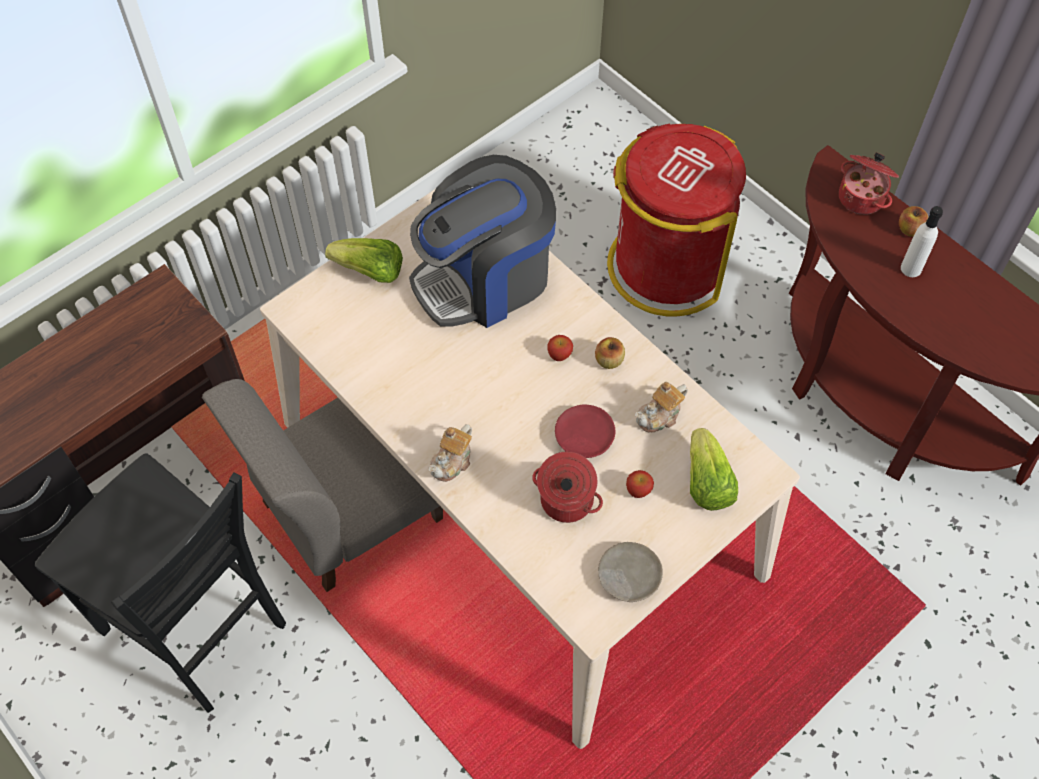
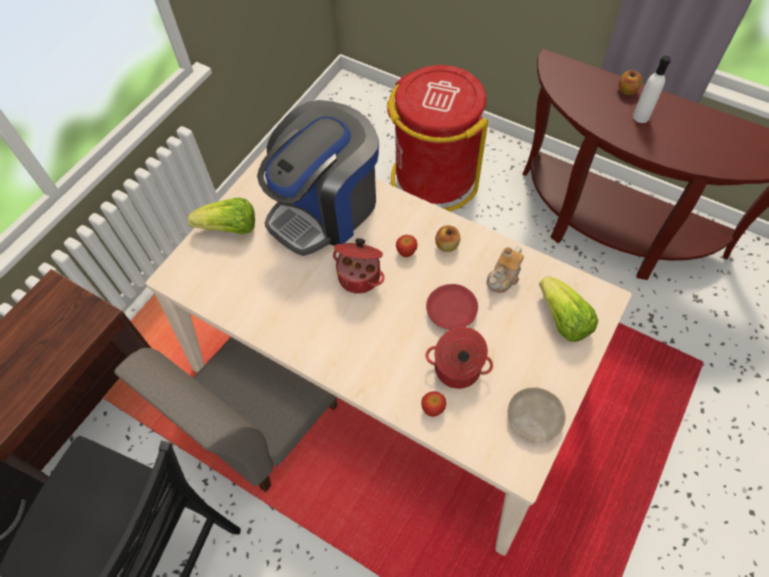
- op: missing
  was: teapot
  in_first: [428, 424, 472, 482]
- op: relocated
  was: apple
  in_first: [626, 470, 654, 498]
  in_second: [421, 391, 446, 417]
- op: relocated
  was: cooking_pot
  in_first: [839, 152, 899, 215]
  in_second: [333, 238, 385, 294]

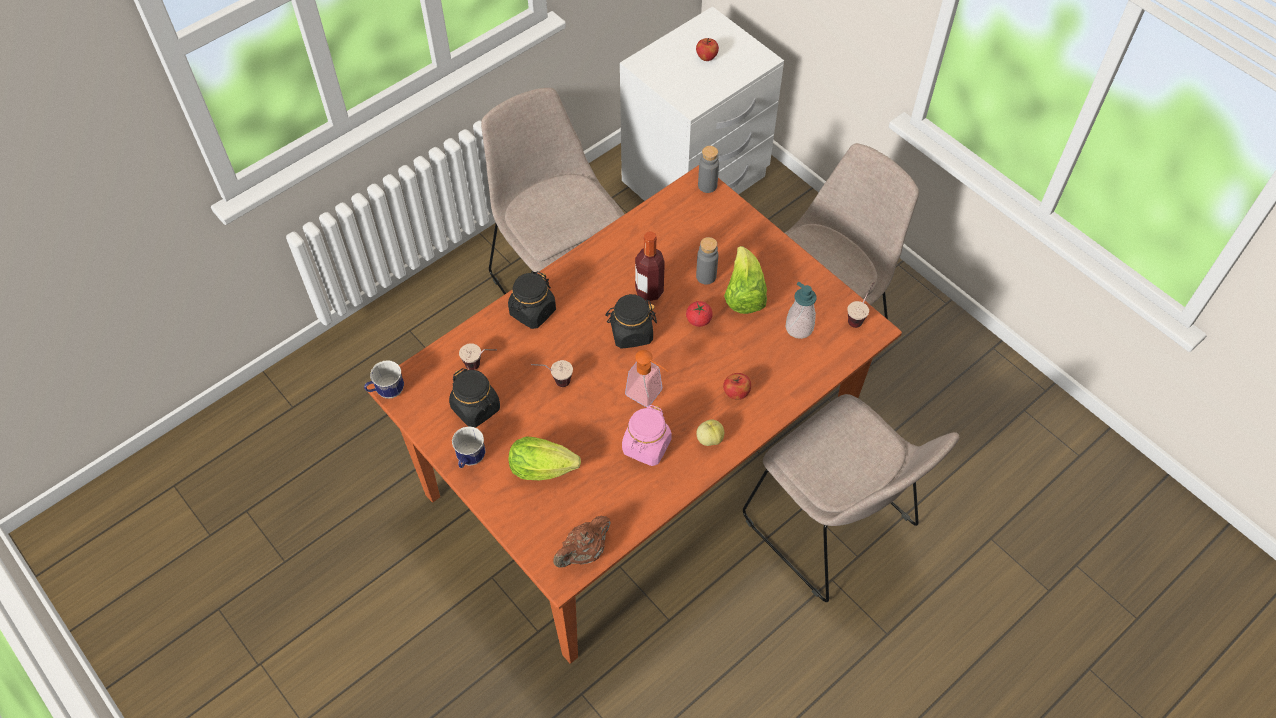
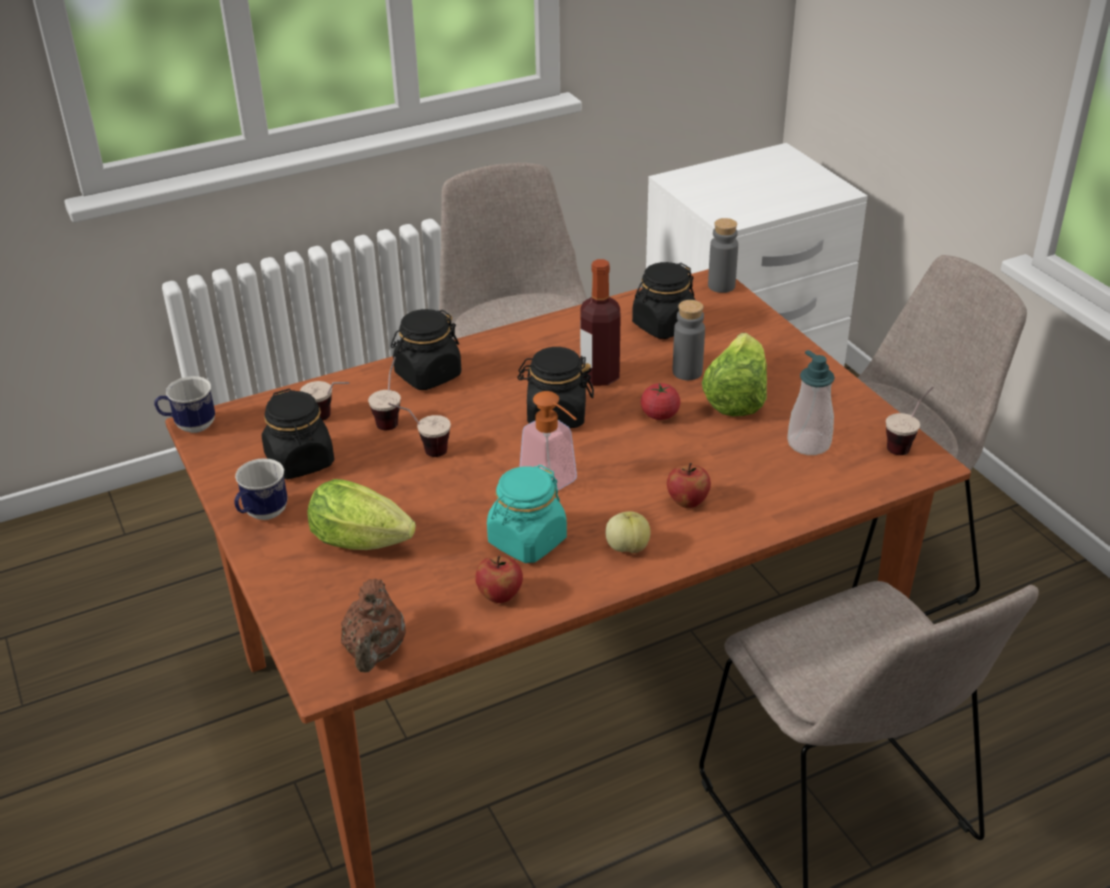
- op: spun
  was: brown_teapot
  in_first: [553, 515, 611, 568]
  in_second: [341, 578, 406, 672]
  clockwise: -60
- op: colour
  was: pink_jar
  now: turquoise_jar
  in_first: [622, 405, 672, 466]
  in_second: [487, 465, 567, 563]
- op: relocated
  was: apple
  in_first: [696, 38, 719, 61]
  in_second: [475, 556, 523, 603]
- op: appeared
  now: cup
  in_second: [368, 357, 401, 430]
- op: appeared
  now: black_jar
  in_second: [632, 262, 695, 339]

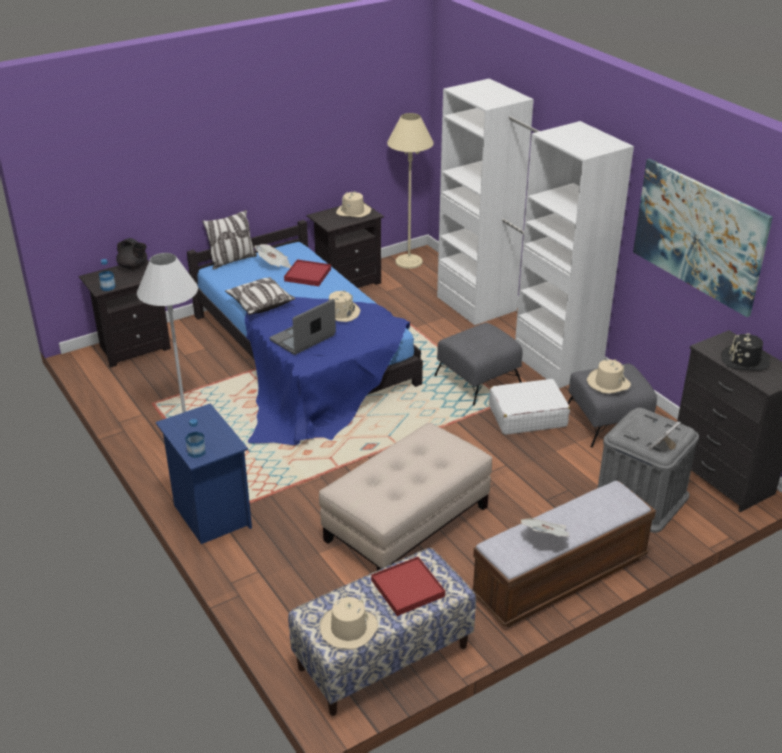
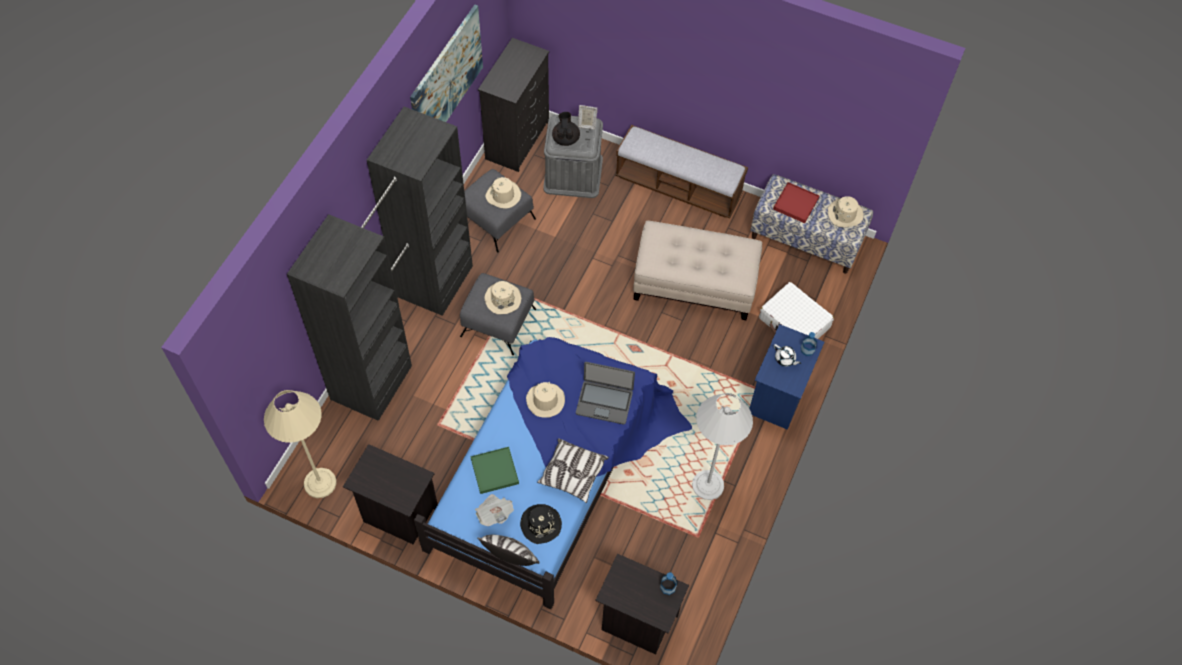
- op: relocated
  was: black_teapot
  in_first: [116, 238, 147, 270]
  in_second: [552, 112, 580, 146]
- op: colour
  was: red_tray
  now: green_tray
  in_first: [284, 260, 331, 286]
  in_second: [471, 447, 519, 494]
- op: relocated
  was: beige_hat
  in_first: [336, 191, 371, 218]
  in_second: [484, 281, 521, 314]
- op: colour
  was: white_wardrobe
  now: black_wardrobe
  in_first: [437, 78, 634, 388]
  in_second: [287, 107, 473, 421]
- op: relocated
  was: white_suitcase
  in_first: [489, 379, 570, 435]
  in_second: [759, 282, 834, 339]
- op: missing
  was: newspaper
  in_first: [521, 518, 569, 537]
- op: relocated
  was: black_hat
  in_first: [721, 333, 771, 371]
  in_second: [520, 504, 562, 544]
- op: appeared
  now: white_teapot
  in_second: [774, 344, 801, 366]

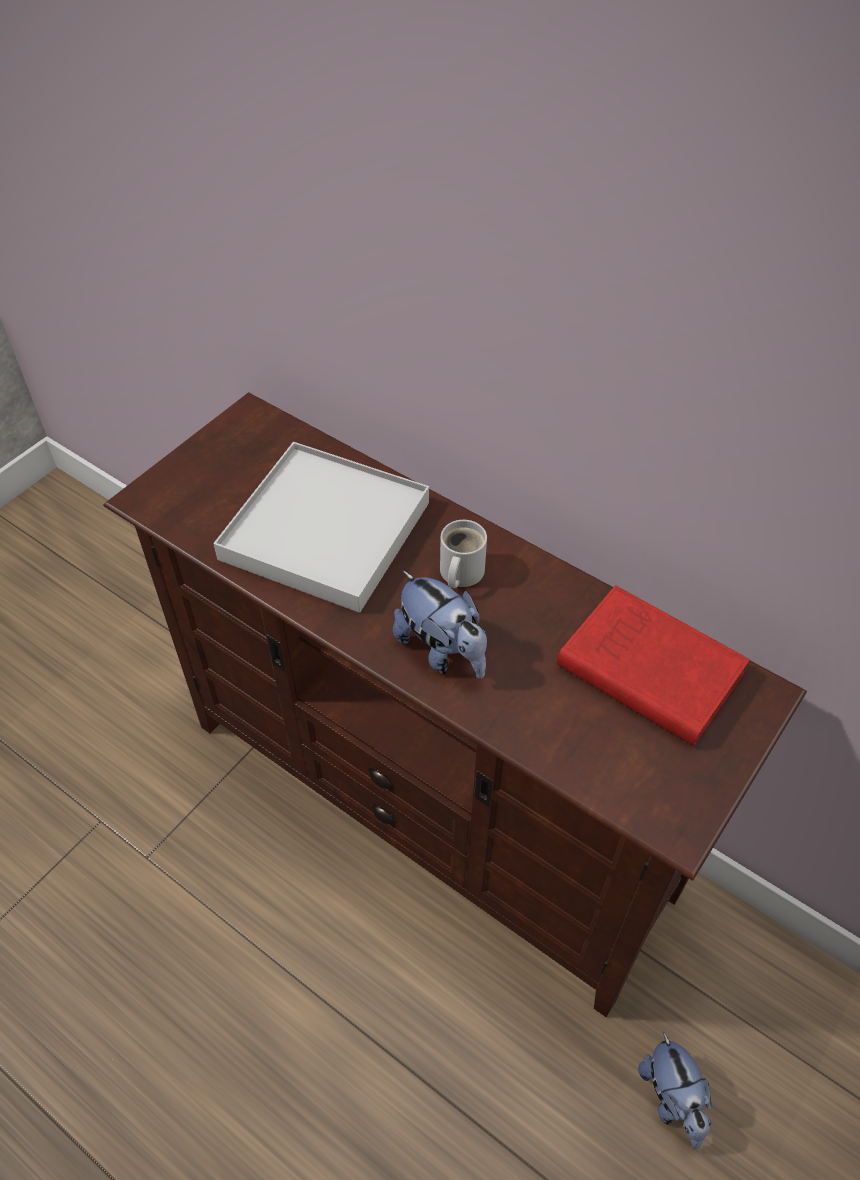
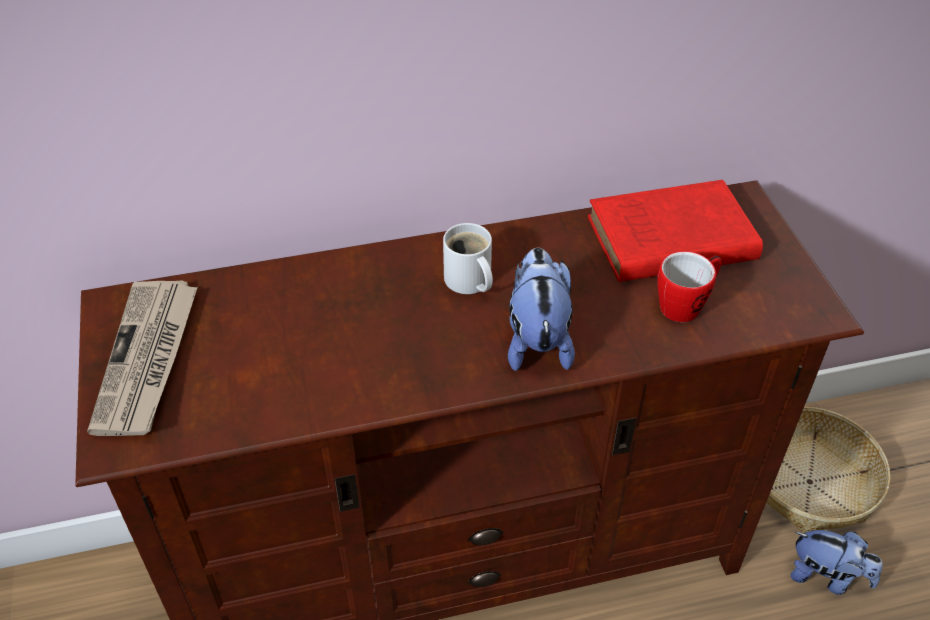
- op: missing
  was: white_tray
  in_first: [213, 442, 429, 613]
- op: spun
  was: plush_toy
  in_first: [393, 570, 487, 679]
  in_second: [508, 248, 575, 371]
  clockwise: -90
- op: appeared
  now: newspaper
  in_second: [87, 280, 198, 436]
- op: appeared
  now: mug
  in_second: [657, 251, 722, 322]
- op: appeared
  now: basket
  in_second: [766, 407, 890, 533]

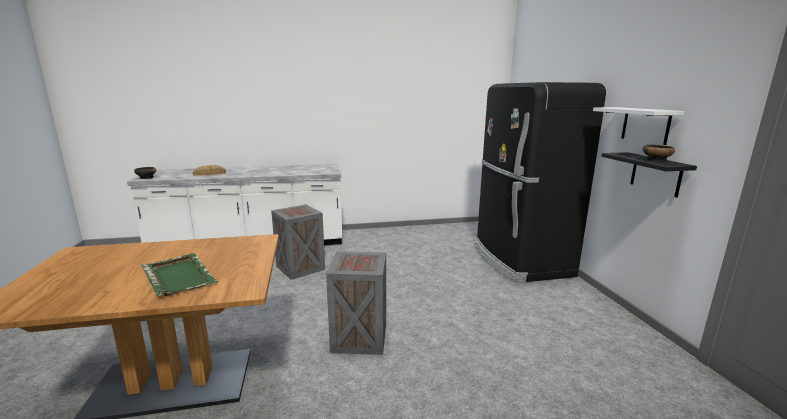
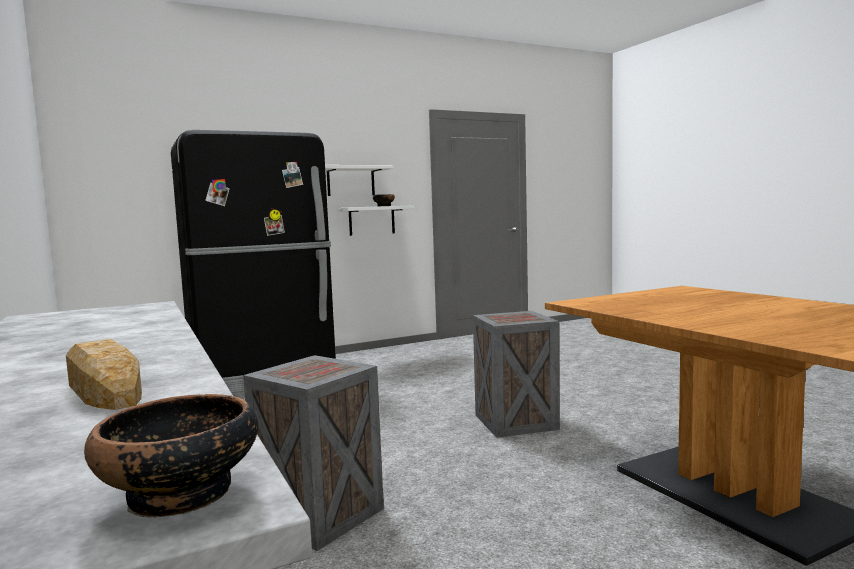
- op: missing
  was: green_tray
  in_first: [142, 253, 218, 296]
- op: colour
  was: black_shelf
  now: white_shelf
  in_first: [601, 152, 697, 198]
  in_second: [339, 205, 414, 236]

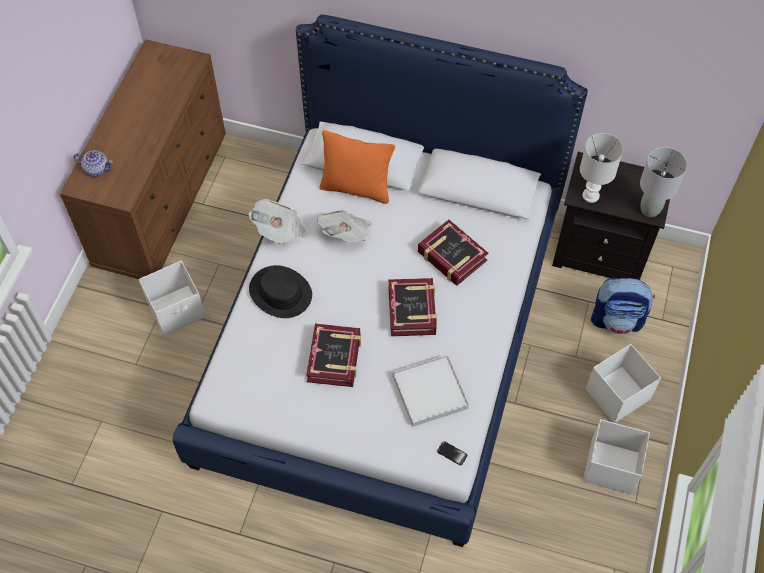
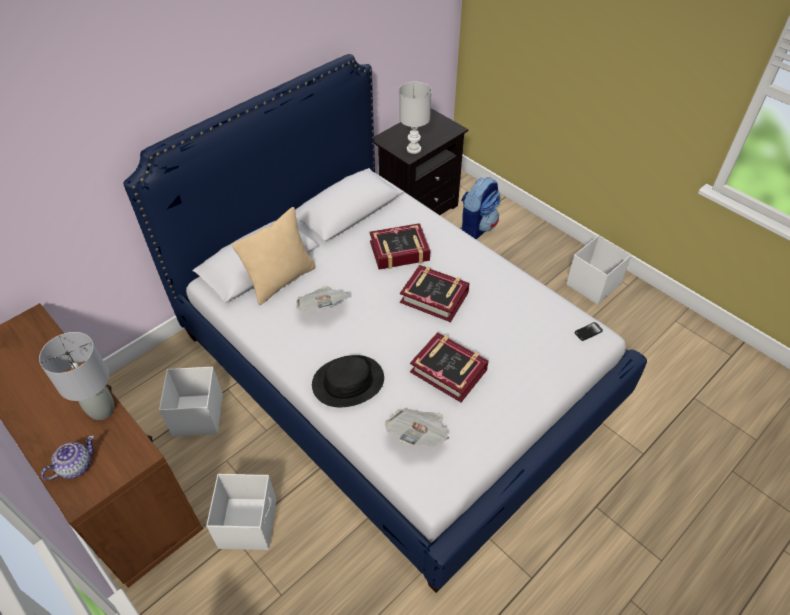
- op: relocated
  was: newspaper
  in_first: [249, 199, 307, 244]
  in_second: [385, 408, 449, 447]
- op: colour
  was: orange_pillow
  now: beige_pillow
  in_first: [319, 130, 395, 204]
  in_second: [232, 207, 316, 305]
- op: missing
  was: white_tray
  in_first: [393, 355, 469, 427]
- op: relocated
  was: white_storage_box
  in_first: [586, 344, 661, 423]
  in_second: [159, 367, 223, 437]
- op: relocated
  was: grey_table_lamp
  in_first: [640, 147, 687, 217]
  in_second: [39, 332, 114, 420]

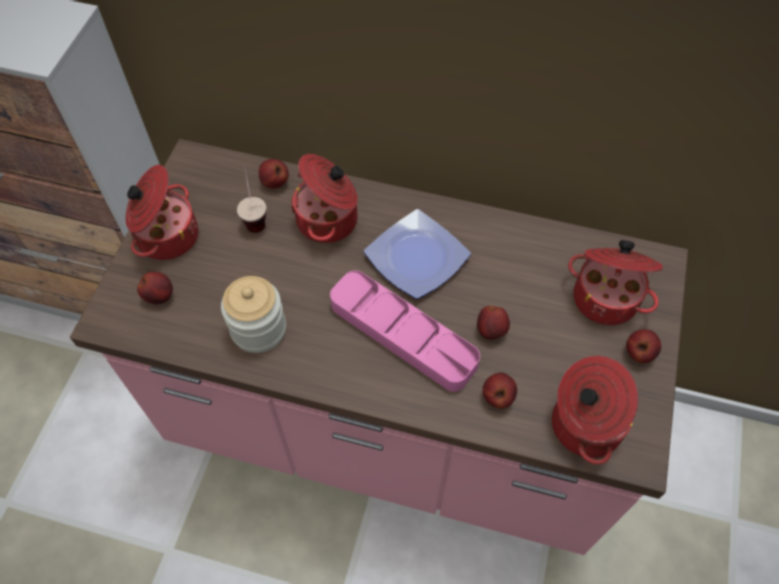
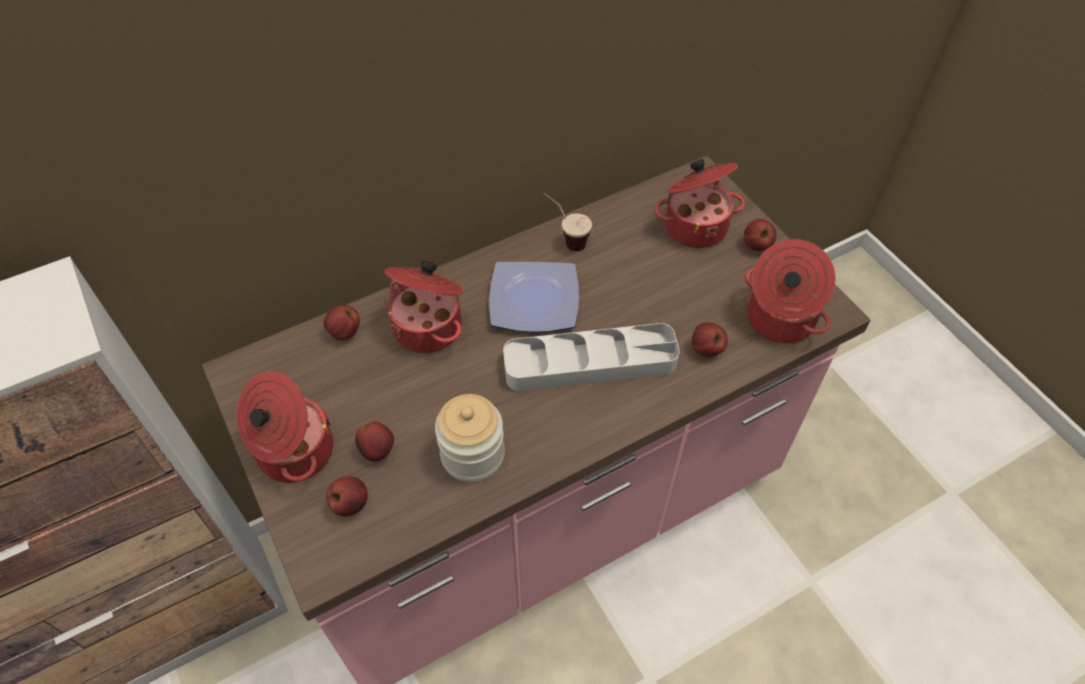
- op: relocated
  was: cup
  in_first: [237, 166, 266, 233]
  in_second: [544, 193, 592, 251]
- op: colour
  was: pink_tray
  now: grey_tray
  in_first: [330, 270, 480, 392]
  in_second: [503, 323, 680, 391]
- op: relocated
  was: apple
  in_first: [477, 306, 510, 340]
  in_second: [355, 422, 394, 461]

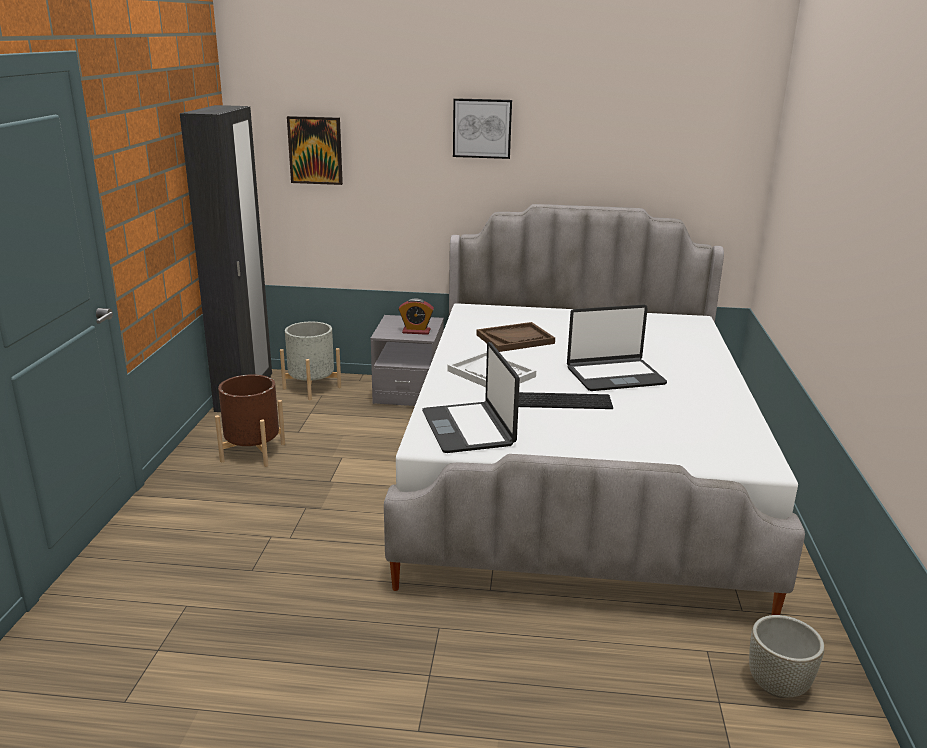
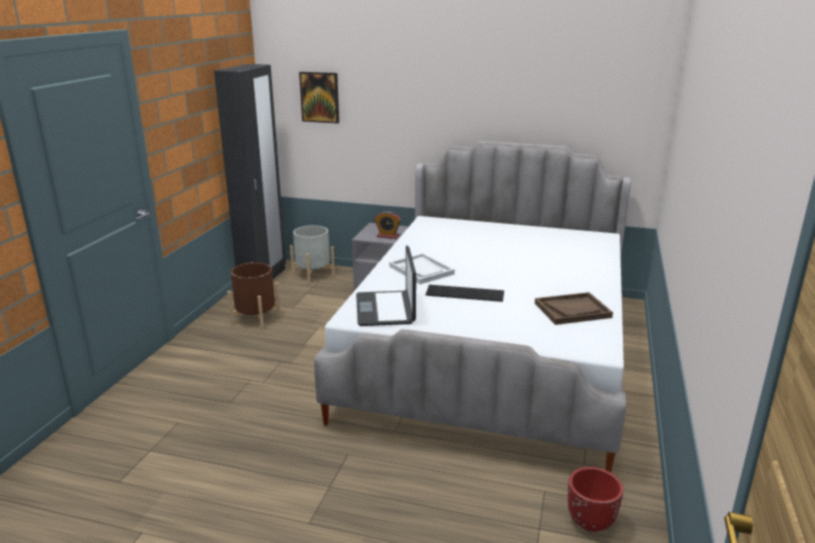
- op: missing
  was: picture
  in_first: [453, 98, 512, 159]
- op: relocated
  was: brown_tray
  in_first: [476, 322, 555, 352]
  in_second: [535, 292, 613, 325]
- op: missing
  was: laptop
  in_first: [567, 304, 667, 391]
- op: colour
  was: grey_planter
  now: red_planter
  in_first: [749, 615, 825, 698]
  in_second: [568, 467, 623, 532]

